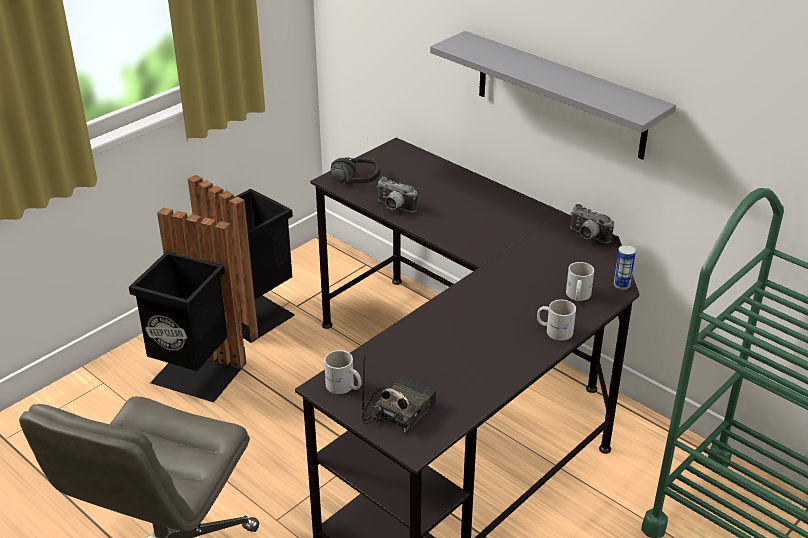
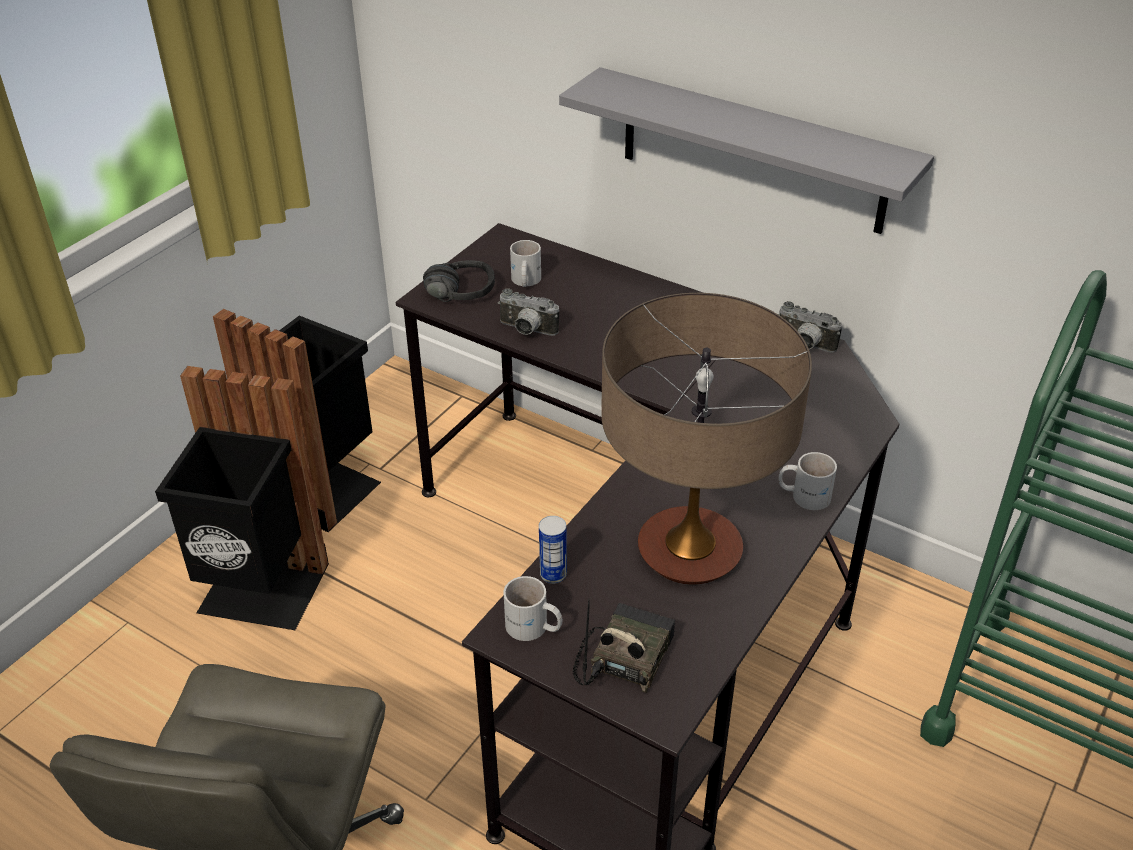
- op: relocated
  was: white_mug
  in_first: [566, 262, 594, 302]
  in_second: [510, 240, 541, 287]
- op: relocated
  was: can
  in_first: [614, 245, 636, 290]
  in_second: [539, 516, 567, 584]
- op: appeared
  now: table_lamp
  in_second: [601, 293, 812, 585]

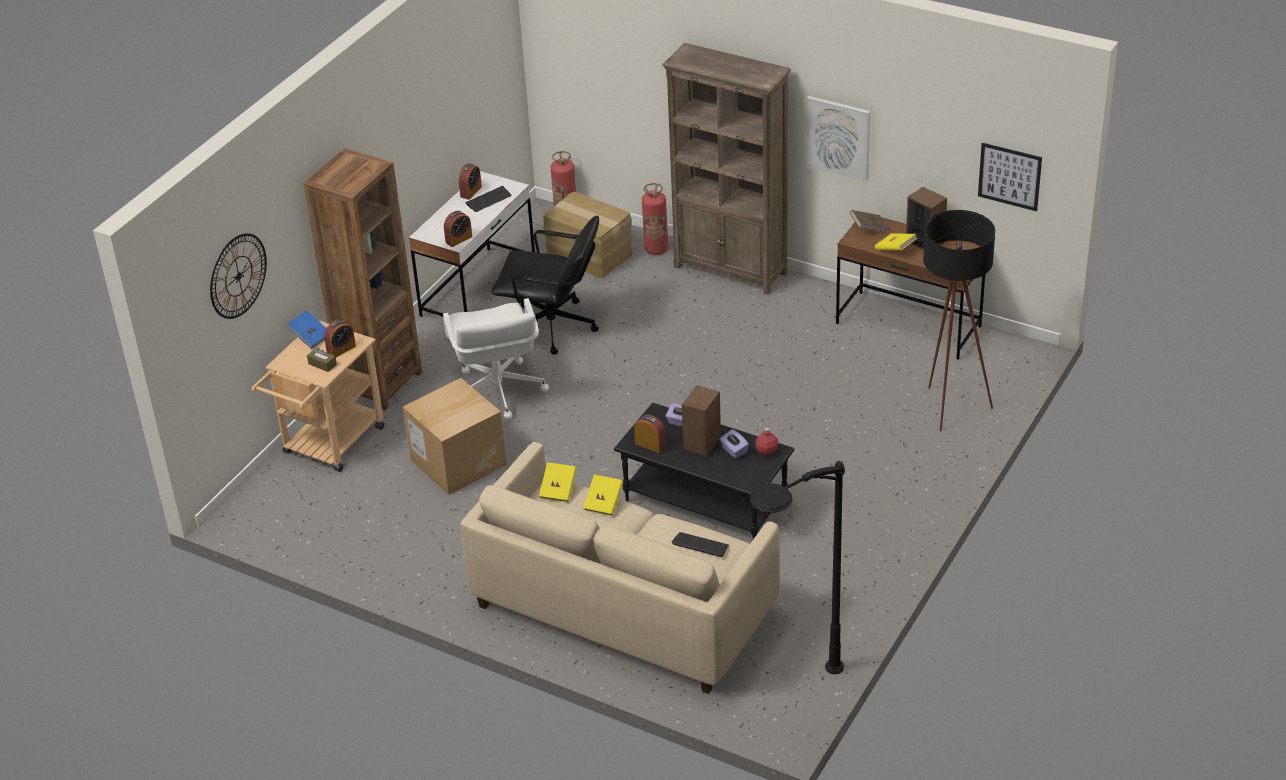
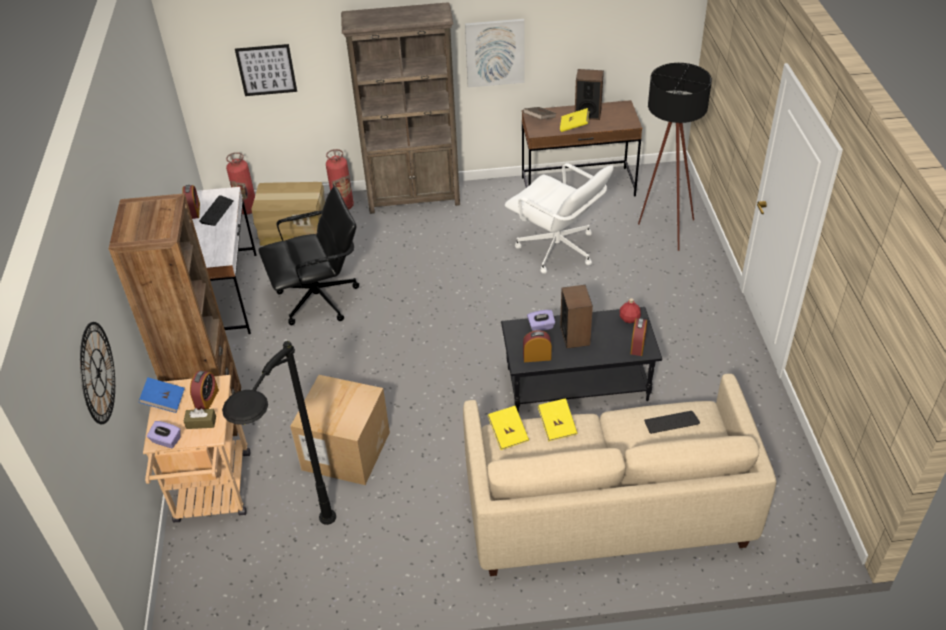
- op: relocated
  was: white_office_chair
  in_first: [443, 298, 549, 419]
  in_second: [505, 163, 614, 274]
- op: relocated
  was: alarm_clock
  in_first: [444, 211, 472, 247]
  in_second: [630, 318, 647, 356]
- op: relocated
  was: purple_tissue_box
  in_first: [719, 429, 749, 458]
  in_second: [147, 421, 181, 448]
- op: relocated
  was: black_floor_lamp
  in_first: [750, 461, 845, 674]
  in_second: [222, 341, 336, 525]
- op: relocated
  was: picture
  in_first: [978, 143, 1042, 211]
  in_second: [235, 44, 297, 96]

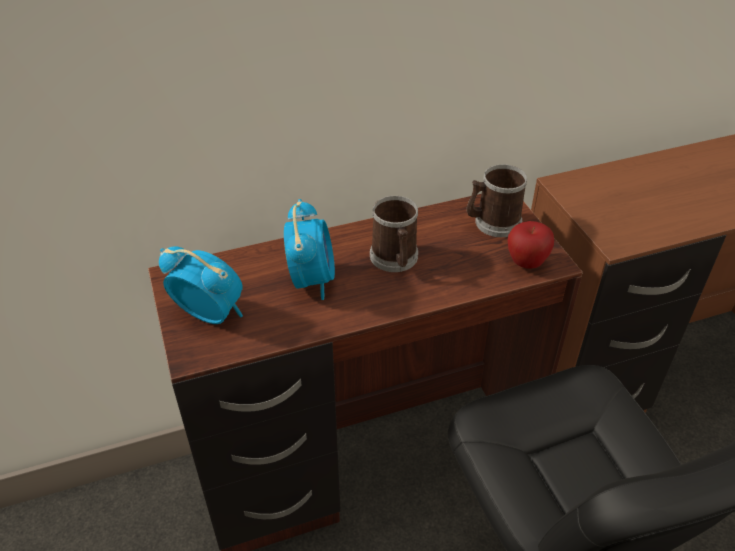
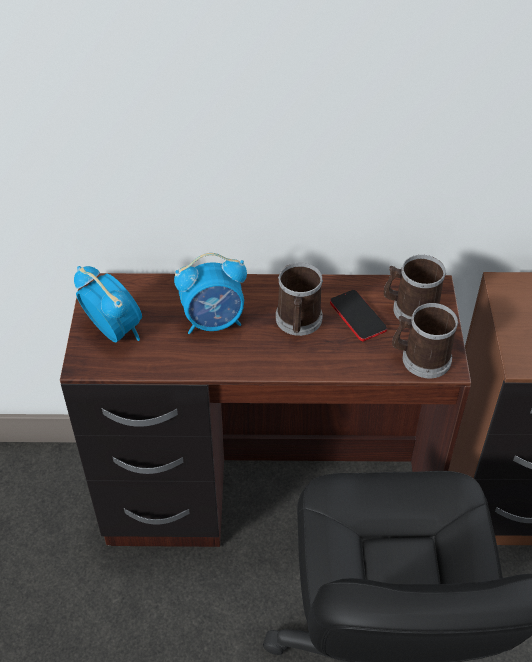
- op: spun
  was: alarm_clock
  in_first: [284, 199, 335, 300]
  in_second: [174, 253, 247, 334]
  clockwise: 60
- op: exchanged
  was: apple
  now: mug
  in_first: [508, 221, 554, 269]
  in_second: [392, 303, 458, 378]
- op: appeared
  now: phone
  in_second: [330, 290, 387, 342]

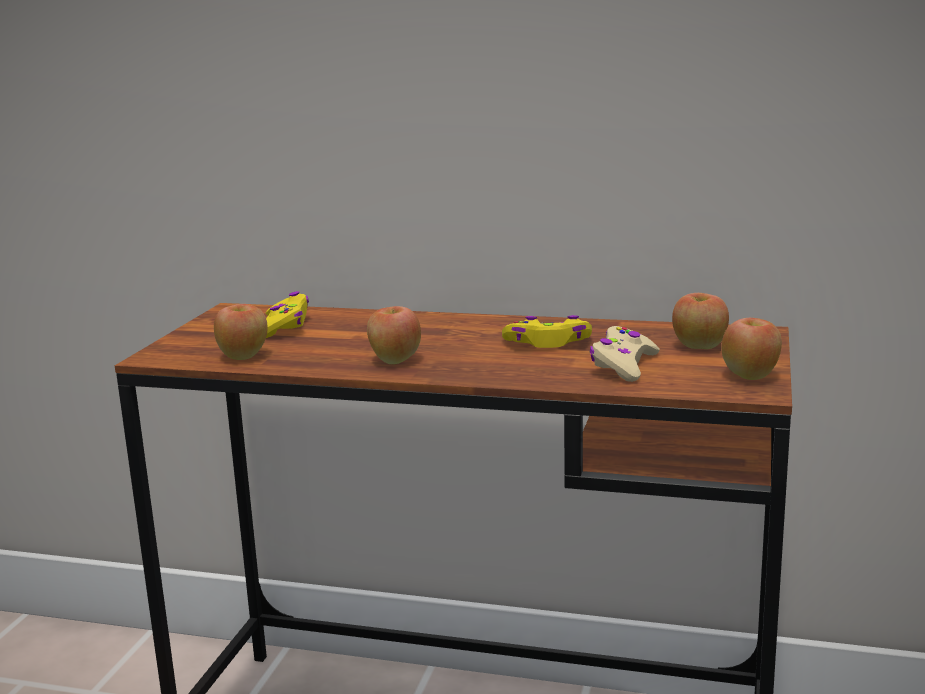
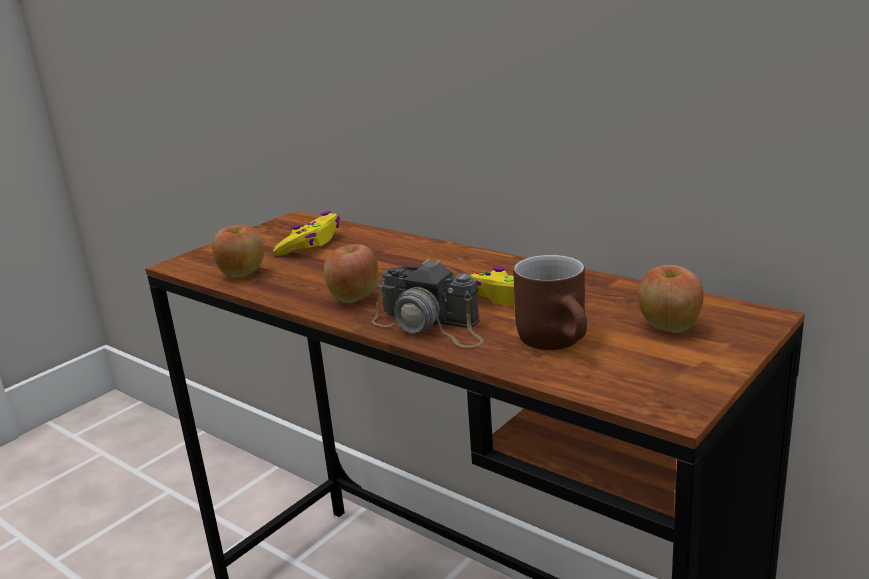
- op: exchanged
  was: beige_game_controller
  now: brown_mug
  in_first: [590, 326, 660, 382]
  in_second: [513, 255, 587, 350]
- op: missing
  was: apple
  in_first: [722, 318, 782, 380]
- op: appeared
  now: photo_camera
  in_second: [372, 259, 484, 347]

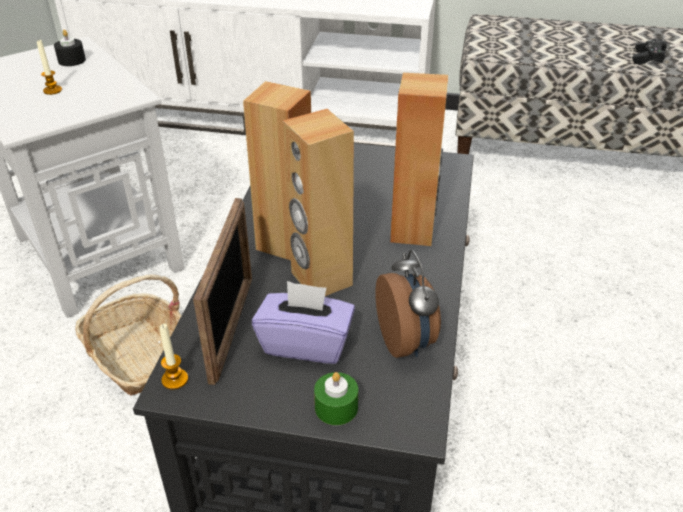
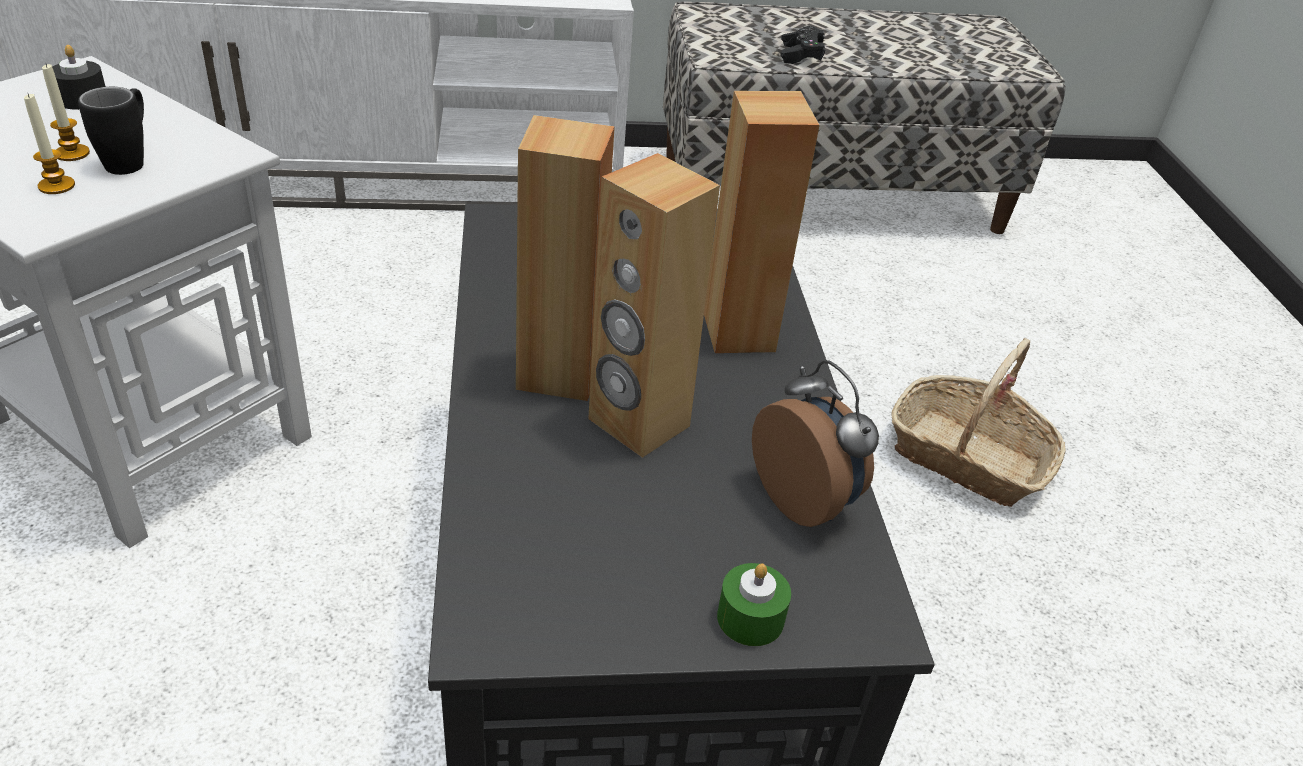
- op: relocated
  was: basket
  in_first: [75, 274, 181, 396]
  in_second: [892, 338, 1065, 507]
- op: relocated
  was: candle
  in_first: [159, 324, 188, 390]
  in_second: [24, 94, 75, 194]
- op: missing
  was: picture_frame
  in_first: [193, 198, 252, 385]
- op: missing
  was: purple_tissue_box
  in_first: [252, 281, 355, 364]
- op: relocated
  was: black_game_controller
  in_first: [632, 39, 668, 65]
  in_second: [780, 26, 826, 64]
- op: appeared
  now: black_mug
  in_second: [78, 87, 144, 175]

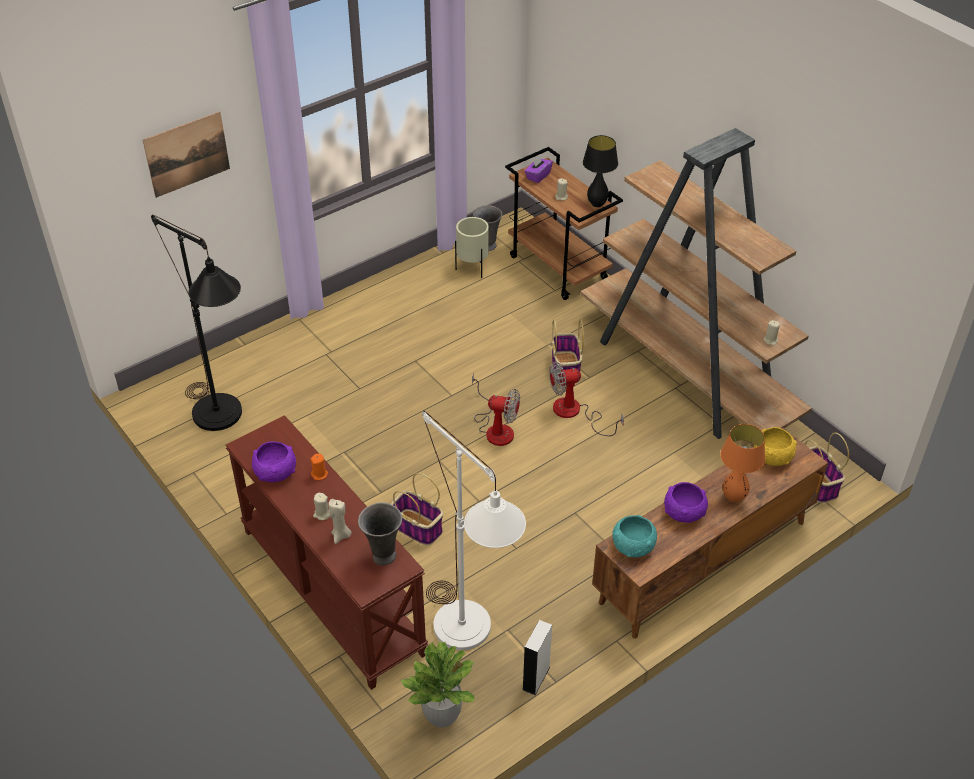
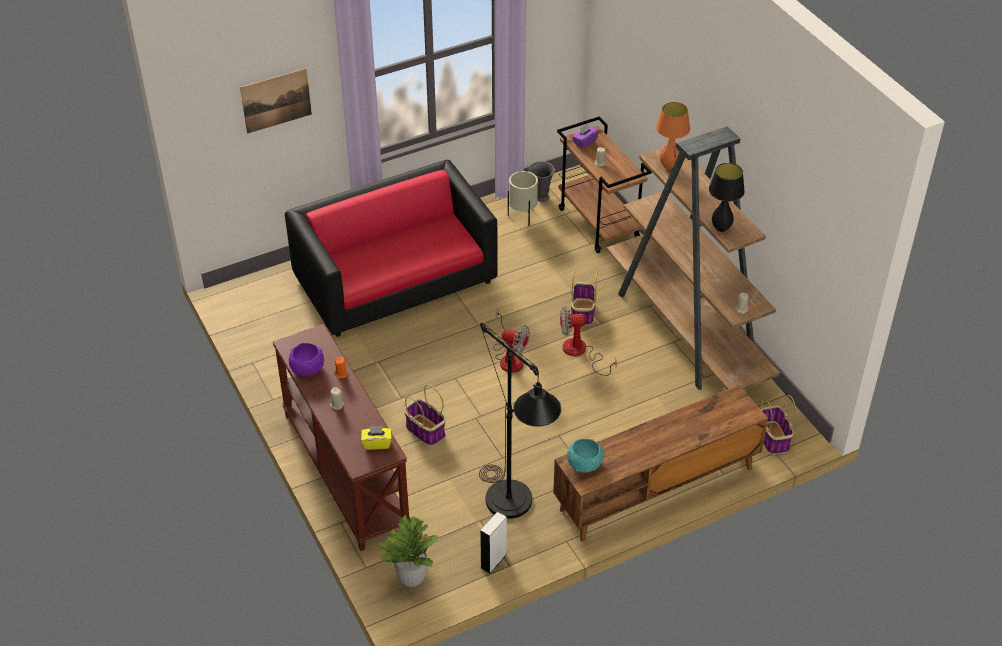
- op: relocated
  was: black_floor_lamp
  in_first: [151, 215, 242, 431]
  in_second: [479, 322, 561, 519]
- op: missing
  was: beige_candle
  in_first: [328, 499, 352, 544]
- op: exchanged
  was: grey_vase
  now: yellow_tissue_box
  in_first: [358, 502, 402, 566]
  in_second: [361, 426, 392, 450]
- op: missing
  was: white_floor_lamp
  in_first: [422, 411, 526, 650]
- op: relocated
  was: black_table_lamp
  in_first: [583, 135, 618, 207]
  in_second: [709, 163, 745, 232]
- op: missing
  was: purple_bowl
  in_first: [664, 482, 708, 523]
- op: relocated
  was: orange_table_lamp
  in_first: [720, 424, 765, 502]
  in_second: [656, 102, 690, 169]
- op: missing
  was: yellow_bowl
  in_first: [754, 427, 797, 466]
- op: appeared
  now: sofa
  in_second: [285, 160, 498, 337]

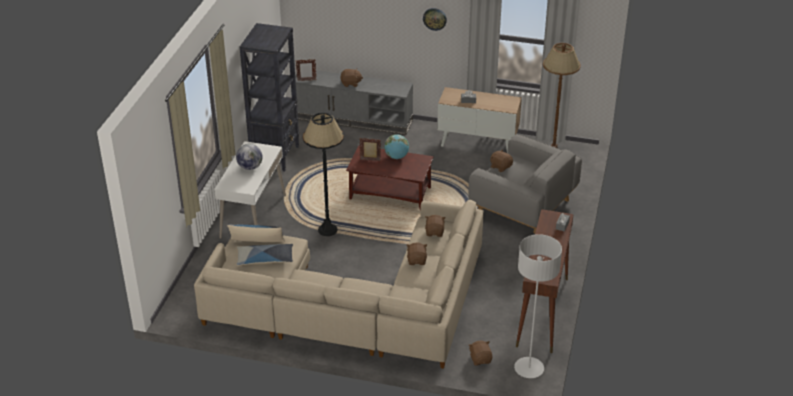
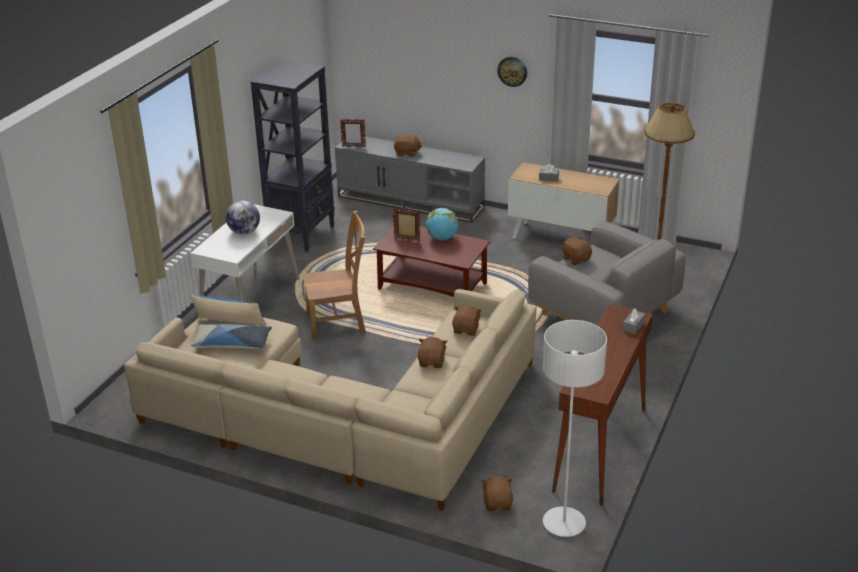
- op: exchanged
  was: black_floor_lamp
  now: brown_chair
  in_first: [303, 113, 344, 236]
  in_second: [303, 211, 366, 340]

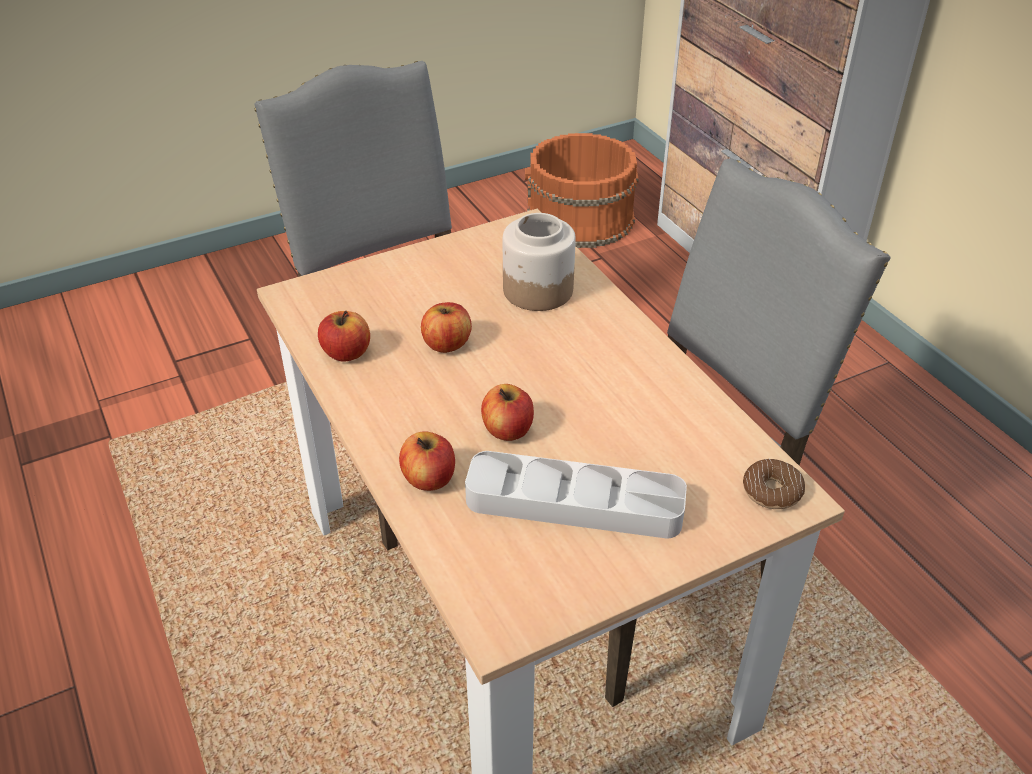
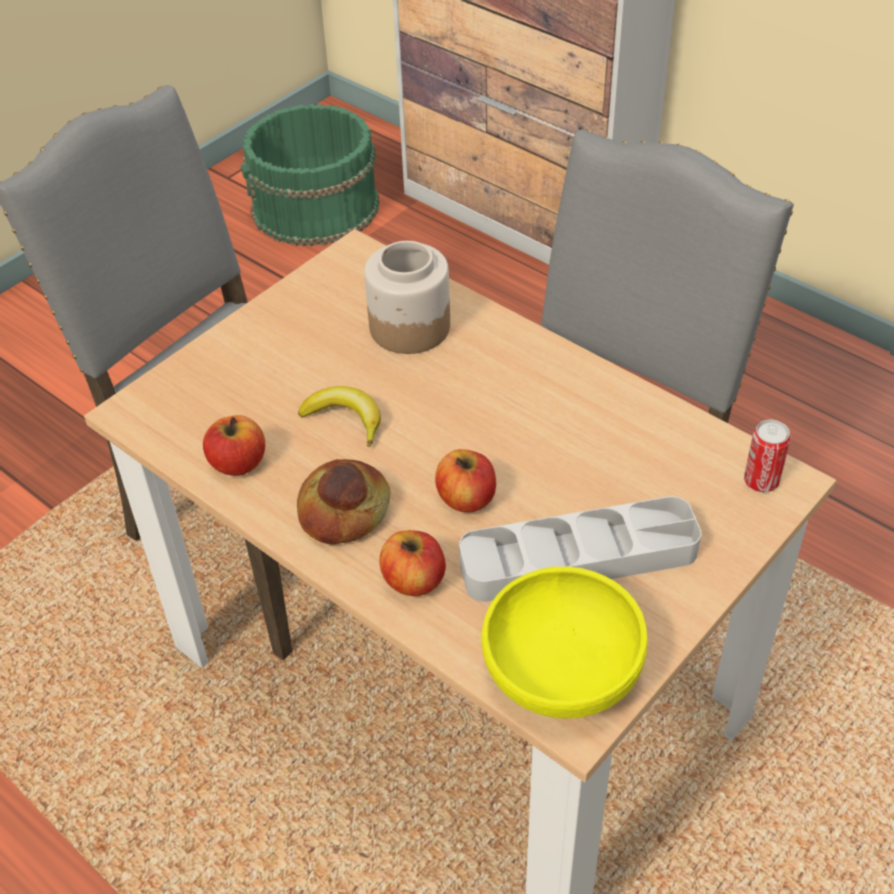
- op: exchanged
  was: apple
  now: banana
  in_first: [421, 302, 472, 353]
  in_second: [298, 386, 381, 447]
- op: colour
  was: orange_bucket
  now: green_bucket
  in_first: [525, 133, 639, 248]
  in_second: [241, 104, 379, 246]
- op: exchanged
  was: donut
  now: can
  in_first: [743, 459, 805, 509]
  in_second: [744, 420, 791, 492]
- op: appeared
  now: bread
  in_second: [297, 459, 391, 544]
- op: appeared
  now: yellow_bowl
  in_second: [481, 567, 648, 718]

